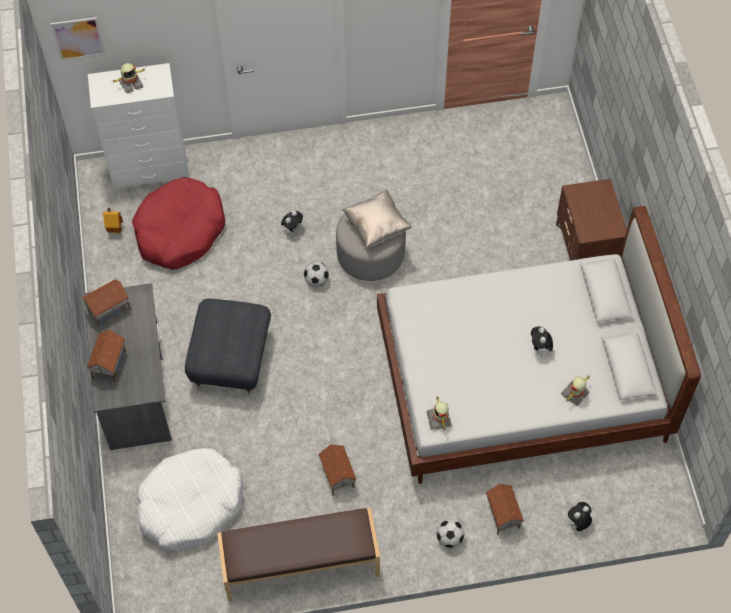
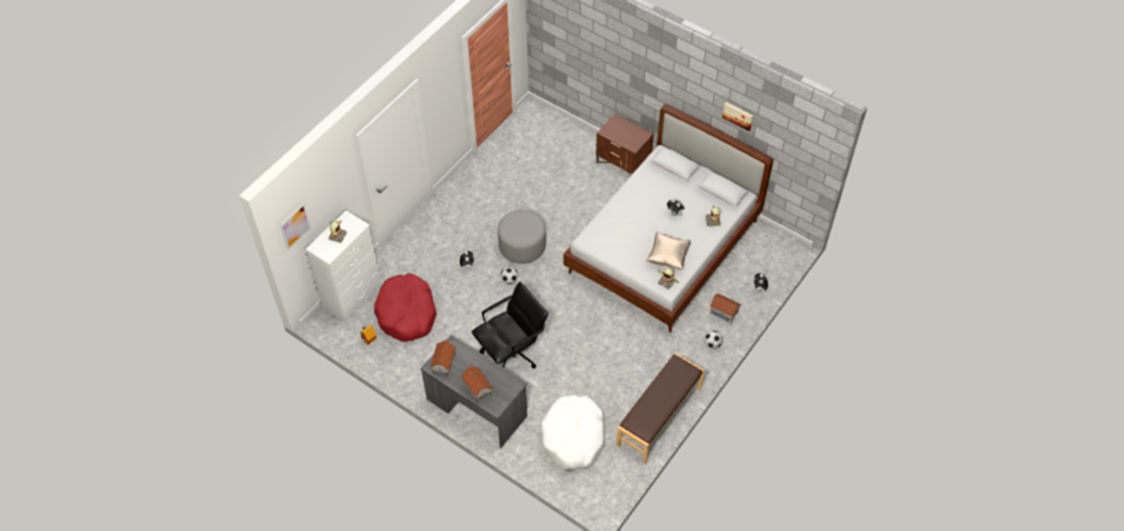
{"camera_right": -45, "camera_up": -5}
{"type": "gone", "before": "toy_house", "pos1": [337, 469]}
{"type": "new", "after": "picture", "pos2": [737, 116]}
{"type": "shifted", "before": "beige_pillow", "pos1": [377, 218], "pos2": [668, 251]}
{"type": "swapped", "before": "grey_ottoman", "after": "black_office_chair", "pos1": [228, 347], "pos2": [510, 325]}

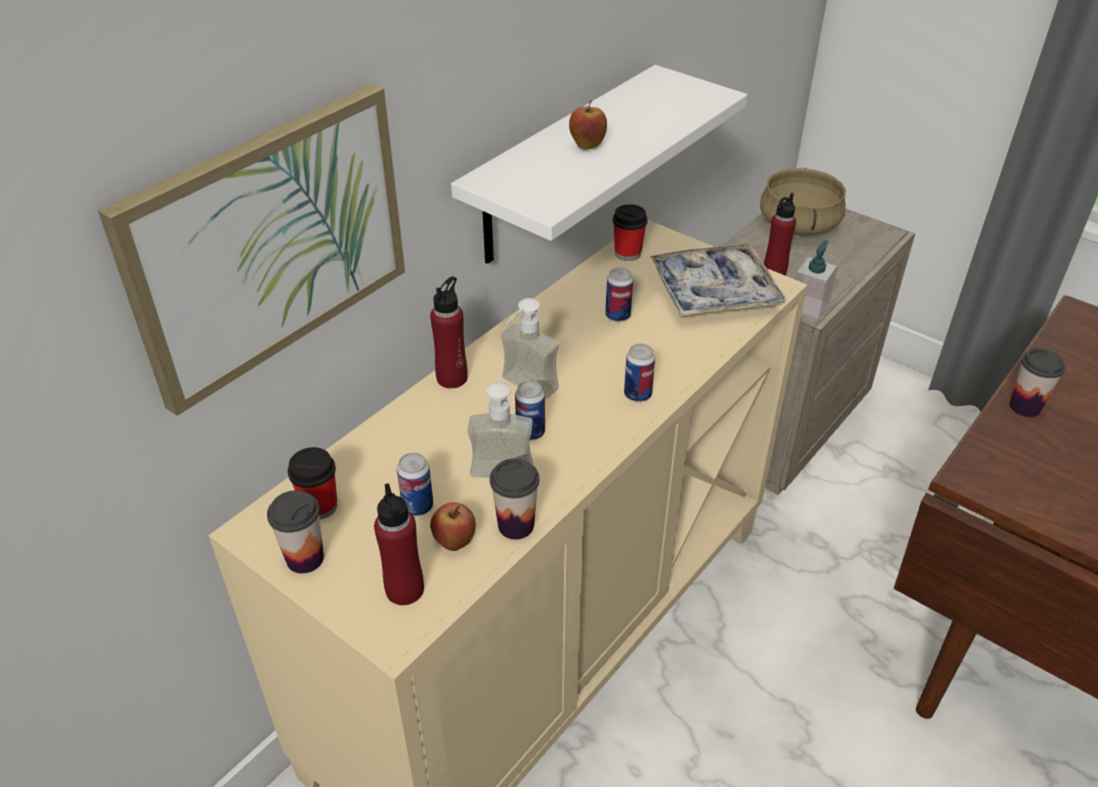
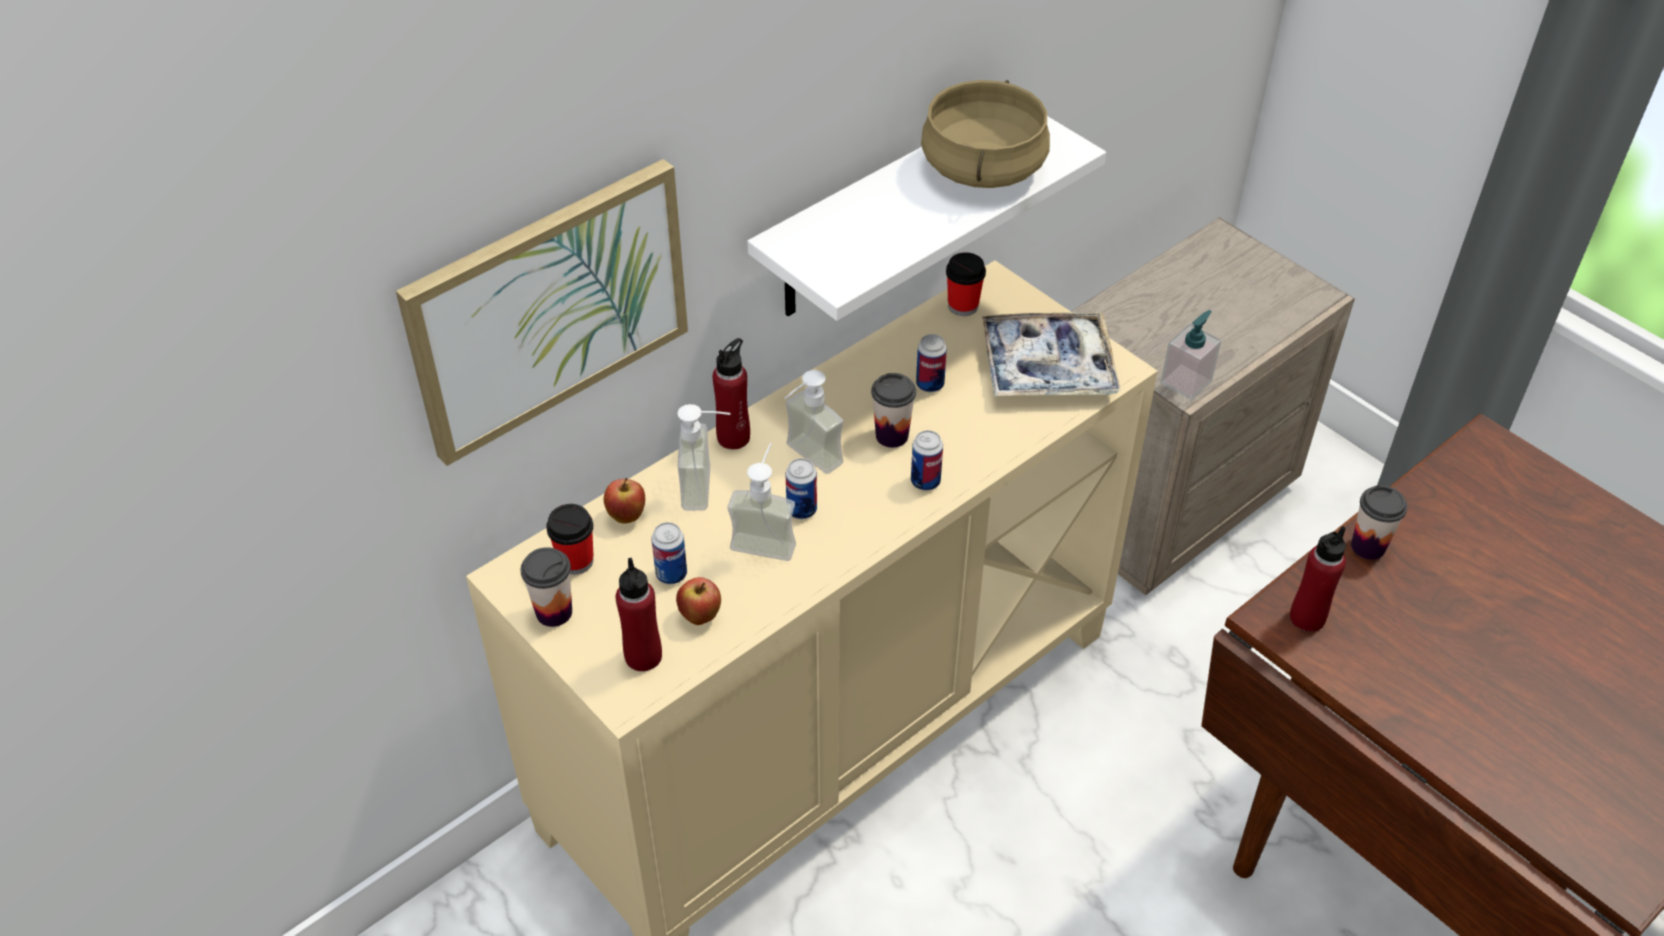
{"camera_right": 10, "camera_up": 5}
{"type": "new", "after": "soap_dispenser", "pos2": [704, 457]}
{"type": "shifted", "before": "cup", "pos1": [515, 499], "pos2": [893, 410]}
{"type": "shifted", "before": "apple", "pos1": [588, 125], "pos2": [624, 501]}
{"type": "shifted", "before": "beige_cooking_pot", "pos1": [803, 202], "pos2": [985, 134]}
{"type": "shifted", "before": "red_bottle", "pos1": [780, 234], "pos2": [1318, 579]}

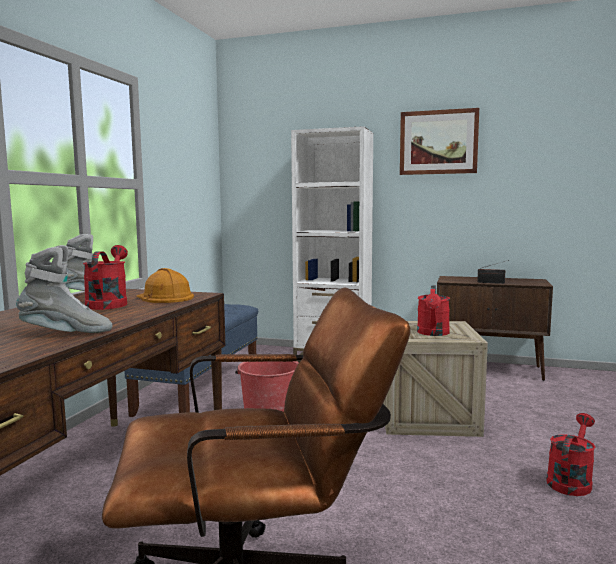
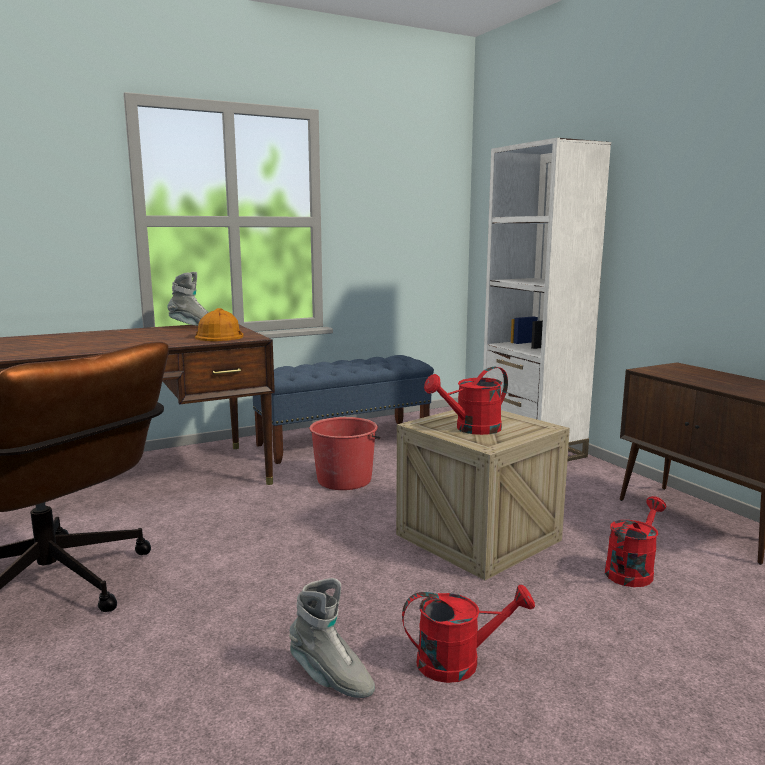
{"camera_right": 45, "camera_up": 5}
{"type": "gone", "before": "picture", "pos1": [439, 141]}
{"type": "gone", "before": "radio", "pos1": [493, 272]}
{"type": "shifted", "before": "grey_boot", "pos1": [64, 289], "pos2": [332, 638]}
{"type": "shifted", "before": "red_watering_can", "pos1": [105, 277], "pos2": [635, 541]}

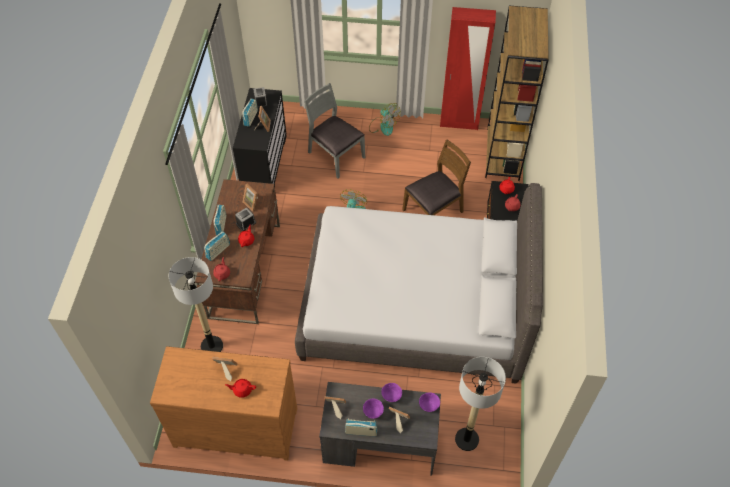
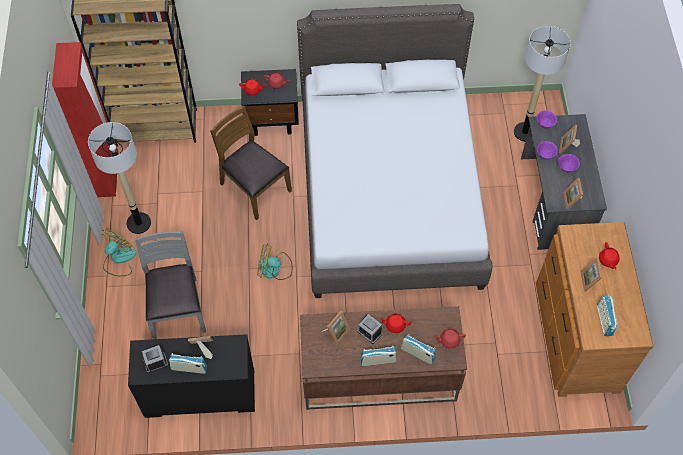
{"camera_right": -100, "camera_up": 5}
{"type": "shifted", "before": "floor_lamp", "pos1": [196, 304], "pos2": [119, 178]}
{"type": "shifted", "before": "radio", "pos1": [361, 427], "pos2": [607, 315]}
{"type": "rotated", "before": "grey_chair", "pos1": [334, 130], "pos2": [170, 285], "turn": 135}

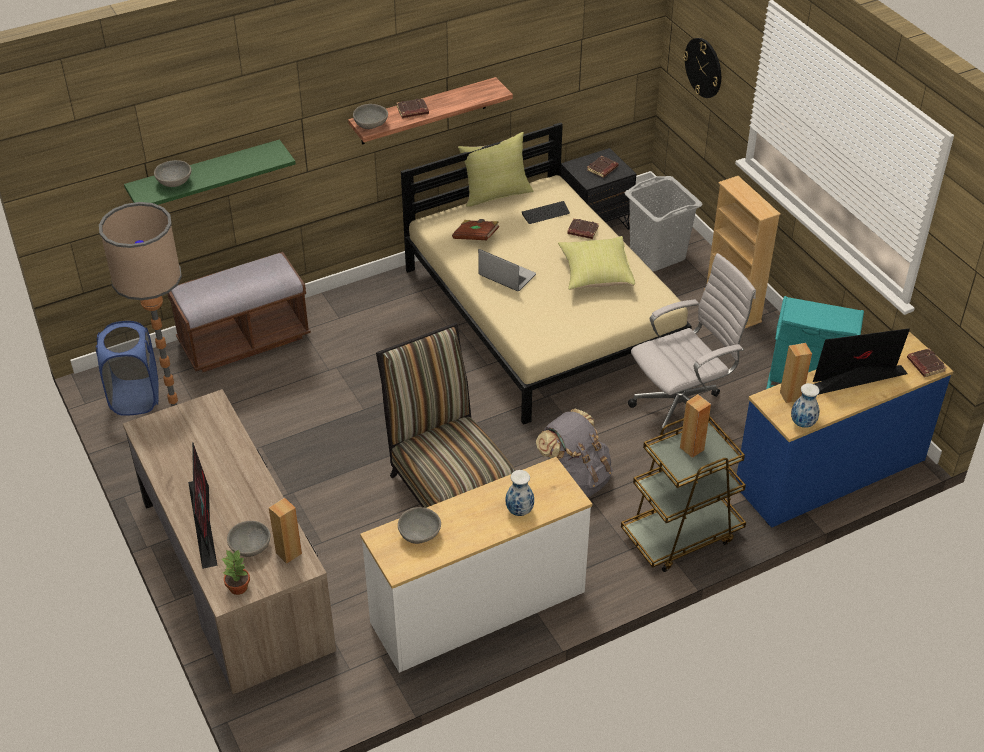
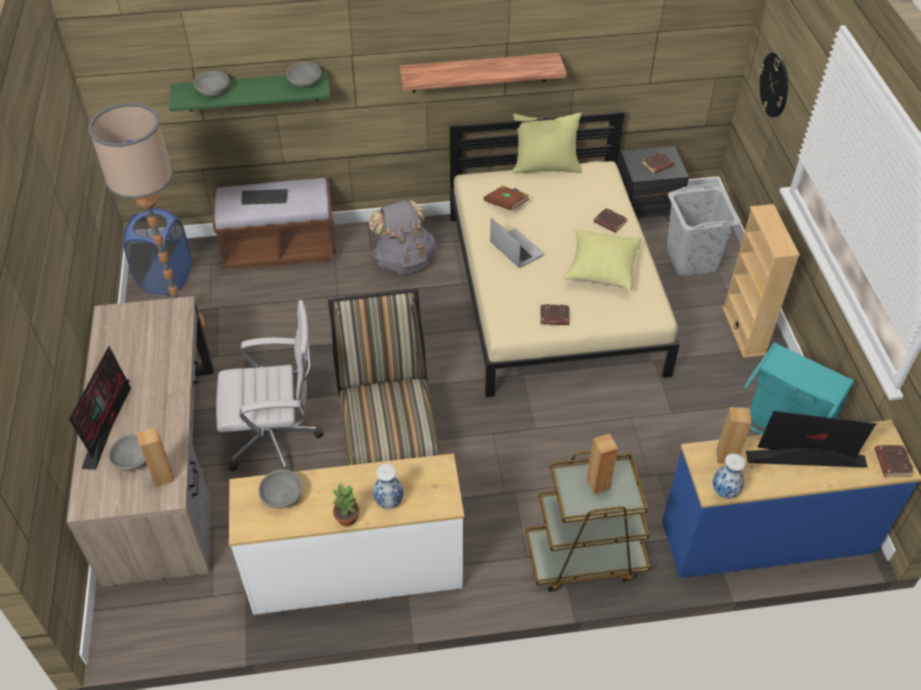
{"camera_right": 20, "camera_up": 5}
{"type": "shifted", "before": "potted_plant", "pos1": [236, 572], "pos2": [345, 504]}
{"type": "shifted", "before": "grey_bowl", "pos1": [370, 116], "pos2": [304, 74]}
{"type": "shifted", "before": "brown_book", "pos1": [413, 108], "pos2": [554, 314]}
{"type": "shifted", "before": "keyboard", "pos1": [546, 212], "pos2": [265, 197]}
{"type": "shifted", "before": "grey_backpack", "pos1": [574, 453], "pos2": [401, 237]}
{"type": "shifted", "before": "white_office_chair", "pos1": [692, 346], "pos2": [270, 386]}

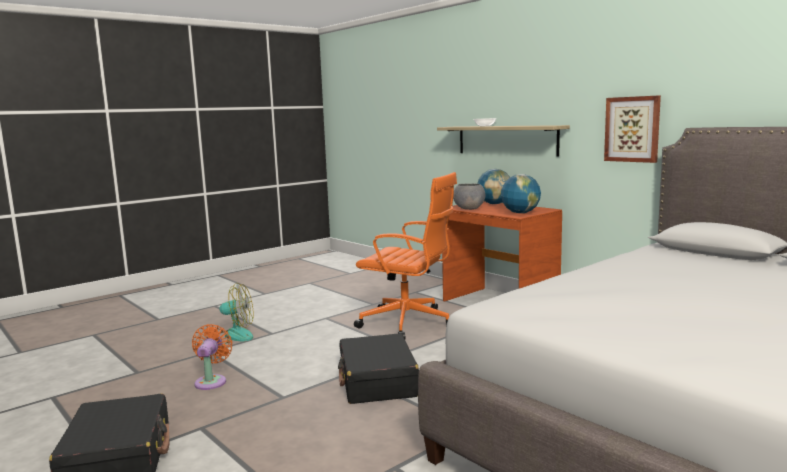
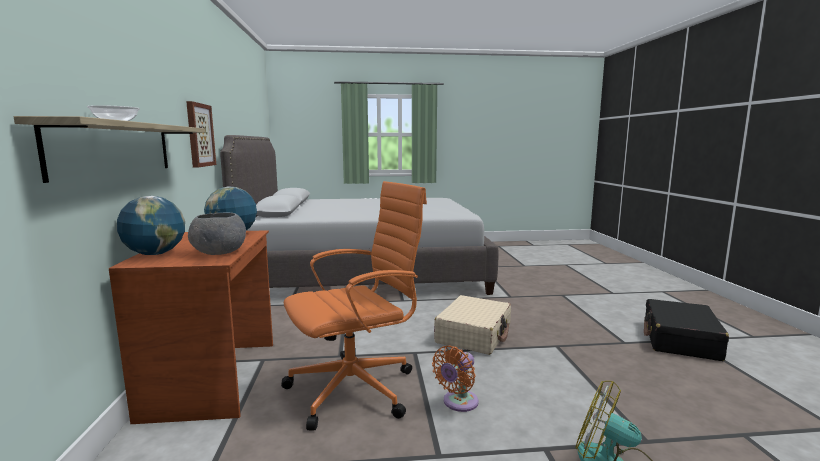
{"camera_right": -145, "camera_up": 0}
{"type": "shifted", "before": "orange_fan", "pos1": [212, 357], "pos2": [455, 378]}
{"type": "repainted", "before": "black_suitcase", "after": "beige_suitcase", "pos1": [378, 368], "pos2": [472, 325]}
{"type": "rotated", "before": "orange_office_chair", "pos1": [405, 255], "pos2": [354, 306], "turn": 90}

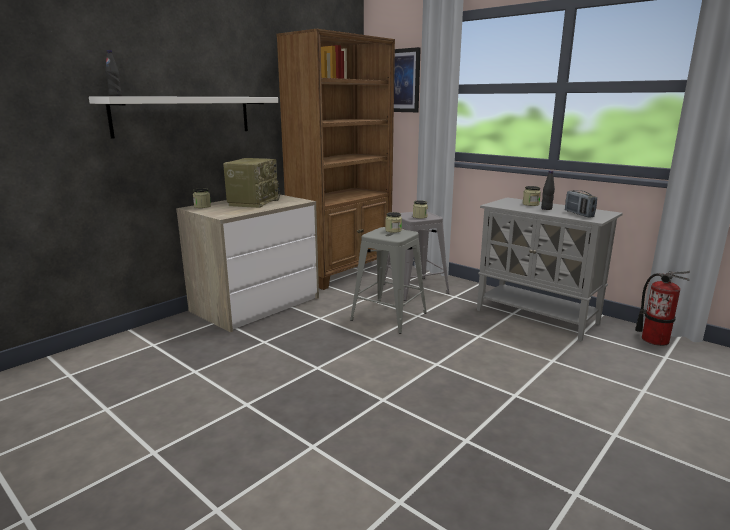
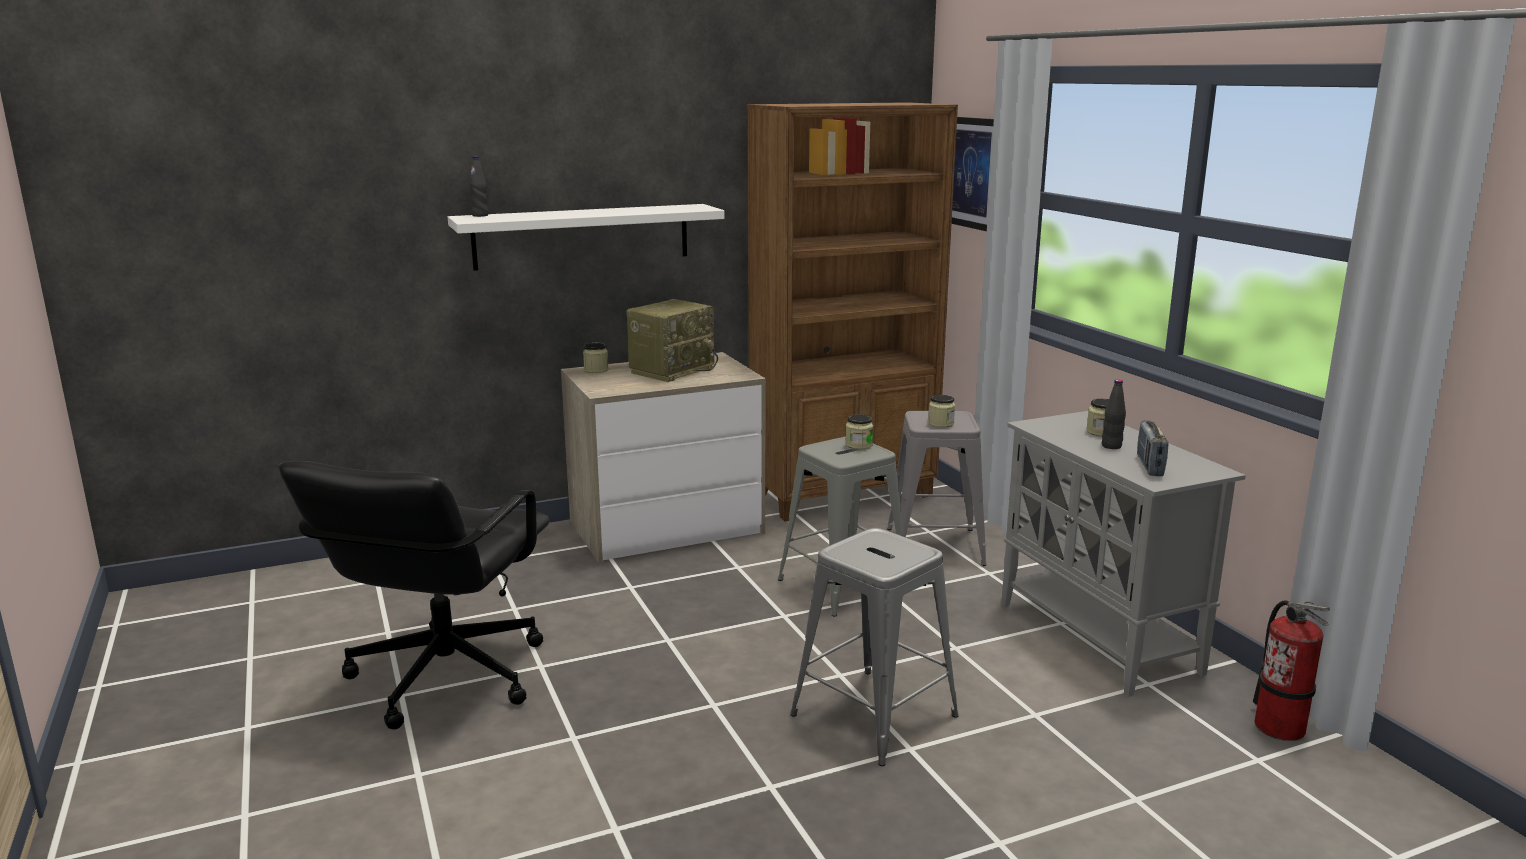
{"camera_right": 25, "camera_up": 0}
{"type": "new", "after": "black_office_chair", "pos2": [414, 595]}
{"type": "new", "after": "grey_stool", "pos2": [874, 647]}

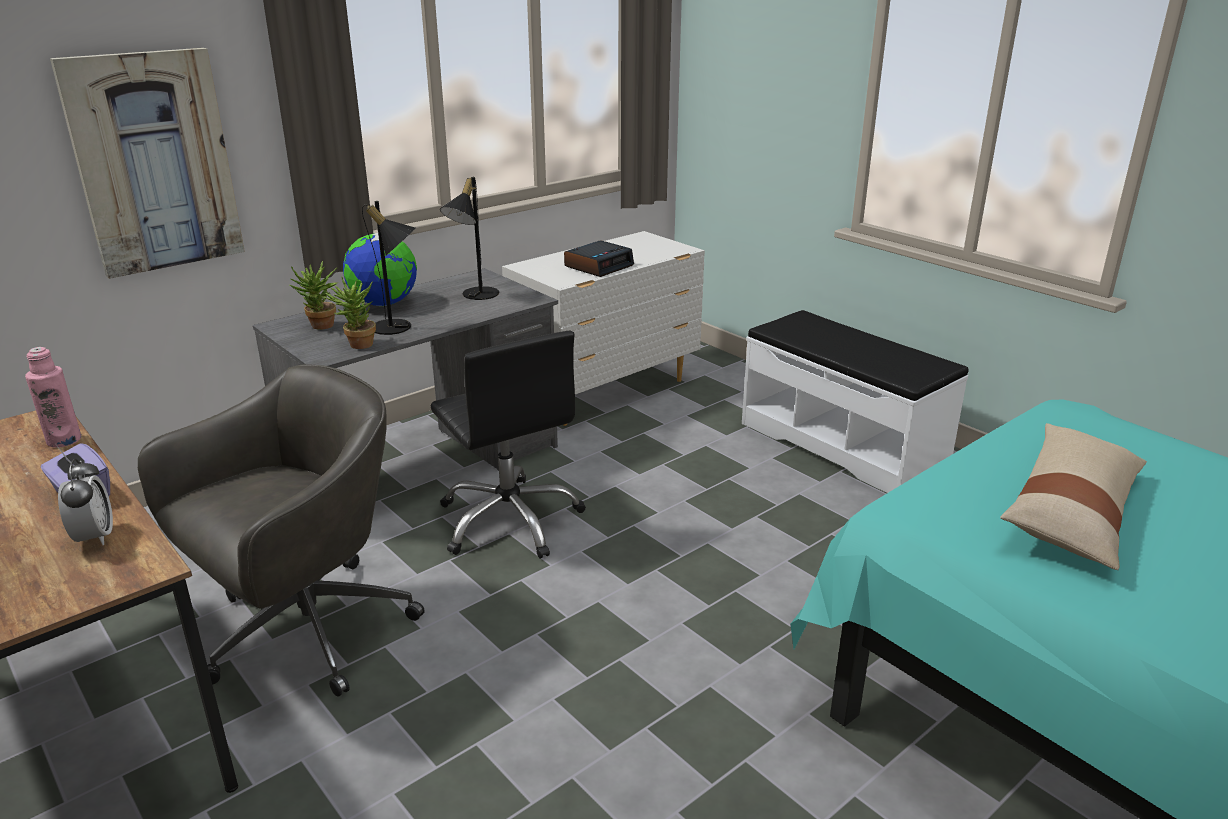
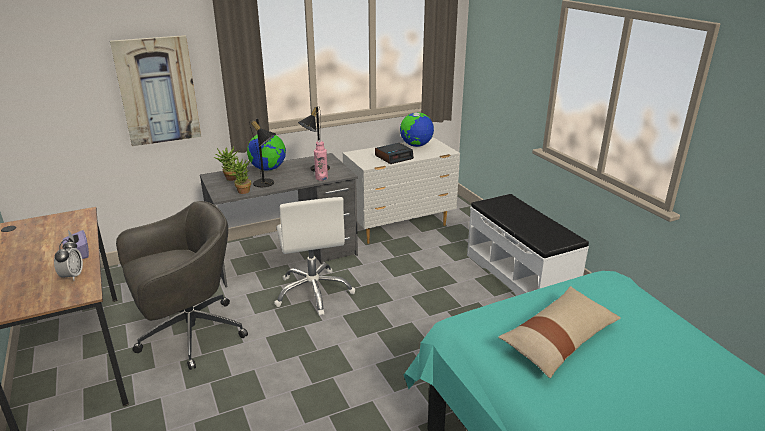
{"camera_right": 15, "camera_up": 0}
{"type": "new", "after": "globe", "pos2": [417, 129]}
{"type": "shifted", "before": "pink_bottle", "pos1": [53, 397], "pos2": [321, 160]}
{"type": "repainted", "before": "black_office_chair", "after": "white_office_chair", "pos1": [508, 445], "pos2": [314, 256]}

